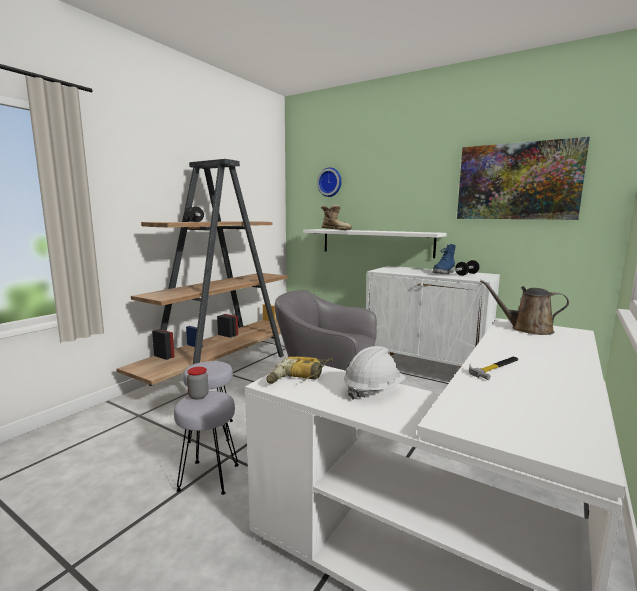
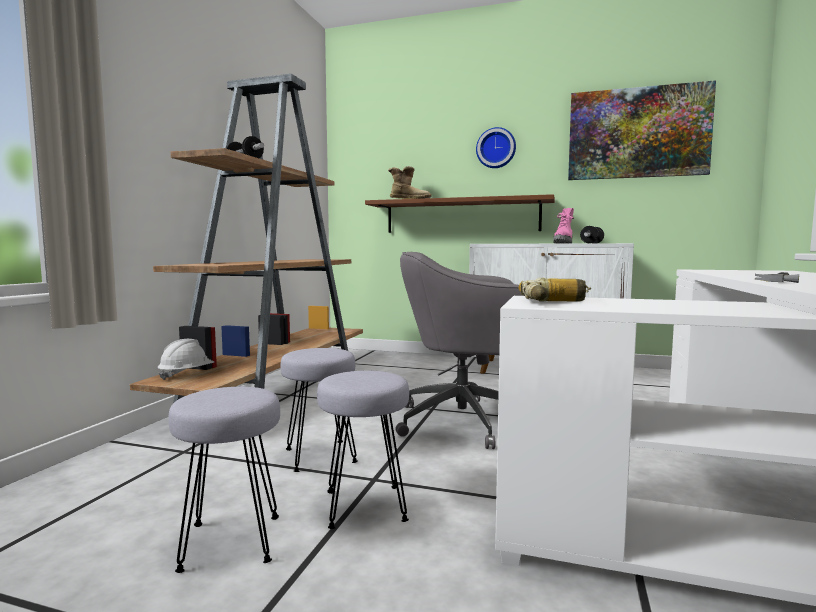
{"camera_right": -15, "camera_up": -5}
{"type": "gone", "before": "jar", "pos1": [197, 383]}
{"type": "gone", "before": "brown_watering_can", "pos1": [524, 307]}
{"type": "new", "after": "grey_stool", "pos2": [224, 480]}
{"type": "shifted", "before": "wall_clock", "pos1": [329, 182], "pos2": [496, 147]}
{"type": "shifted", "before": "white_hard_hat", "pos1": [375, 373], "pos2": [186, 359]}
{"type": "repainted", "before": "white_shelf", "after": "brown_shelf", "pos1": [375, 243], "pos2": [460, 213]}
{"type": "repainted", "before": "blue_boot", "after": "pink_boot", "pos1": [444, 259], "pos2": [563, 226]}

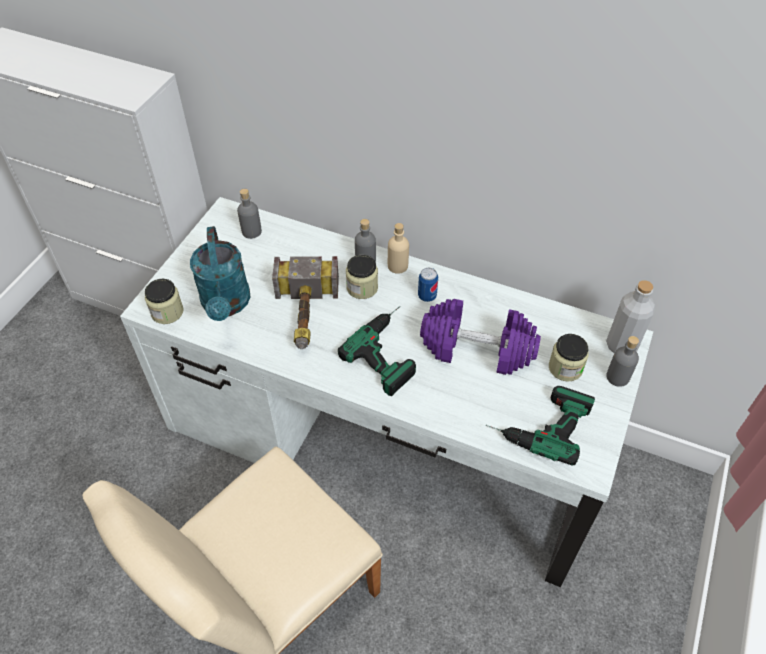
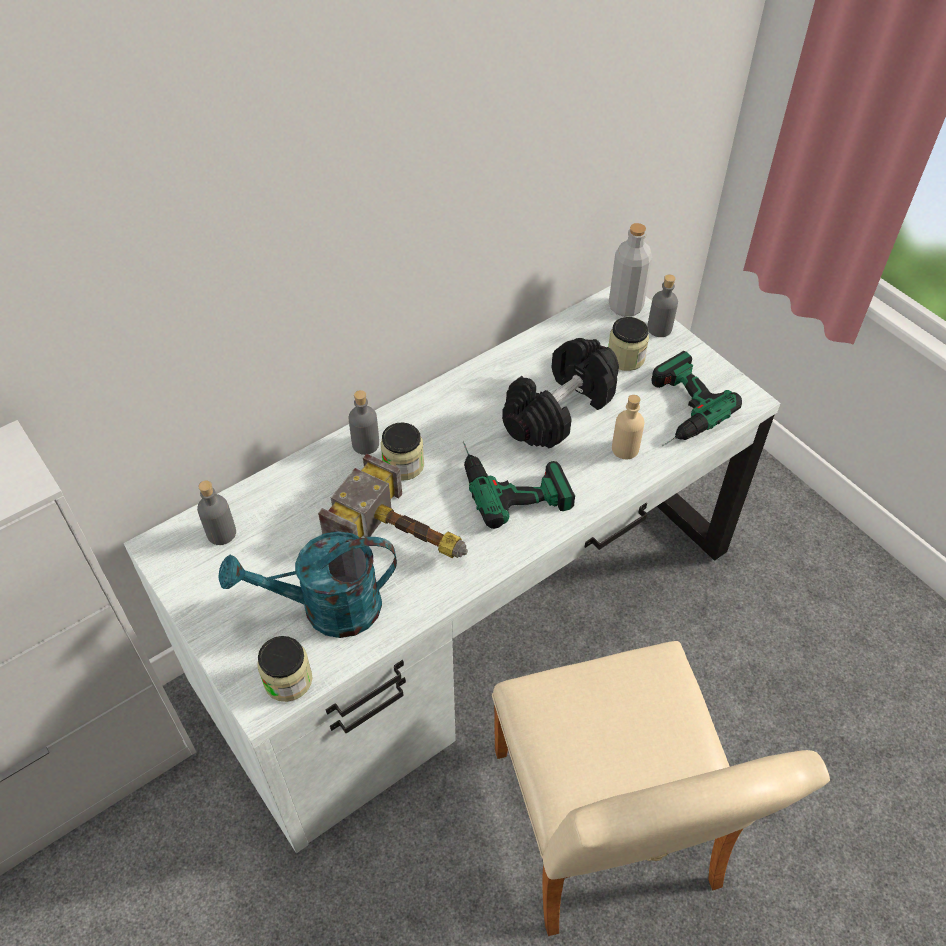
{"camera_right": -60, "camera_up": 0}
{"type": "gone", "before": "can", "pos1": [428, 285]}
{"type": "shifted", "before": "beige_bottle", "pos1": [398, 248], "pos2": [628, 427]}
{"type": "repainted", "before": "purple_dumbbell", "after": "black_dumbbell", "pos1": [480, 337], "pos2": [560, 393]}
{"type": "rotated", "before": "turquoise_watering_can", "pos1": [220, 273], "pos2": [307, 584], "turn": 150}

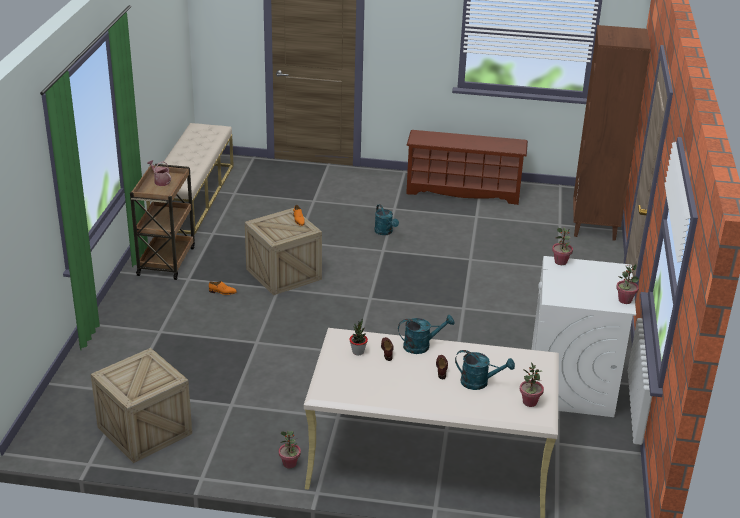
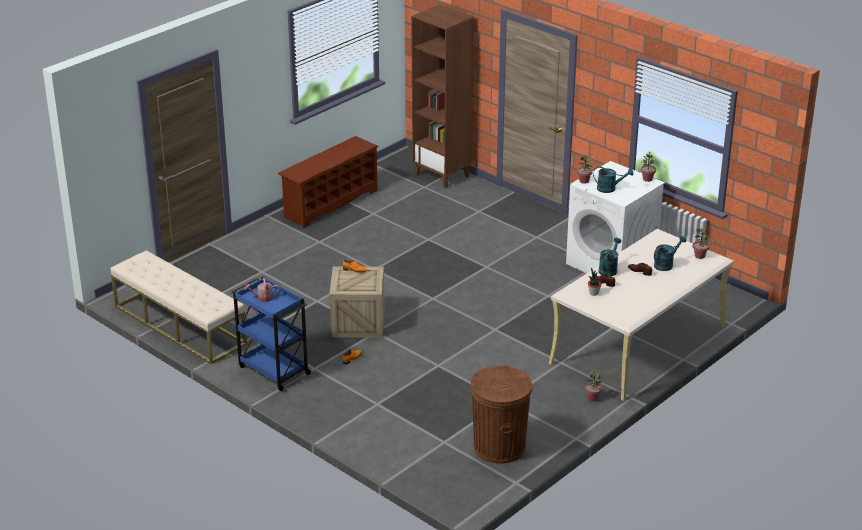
{"camera_right": -55, "camera_up": 0}
{"type": "shifted", "before": "turquoise_watering_can", "pos1": [386, 219], "pos2": [613, 180]}
{"type": "swapped", "before": "crate", "after": "brown_trash_can", "pos1": [141, 405], "pos2": [501, 414]}
{"type": "repainted", "before": "brown_cart", "after": "blue_cart", "pos1": [162, 222], "pos2": [271, 334]}

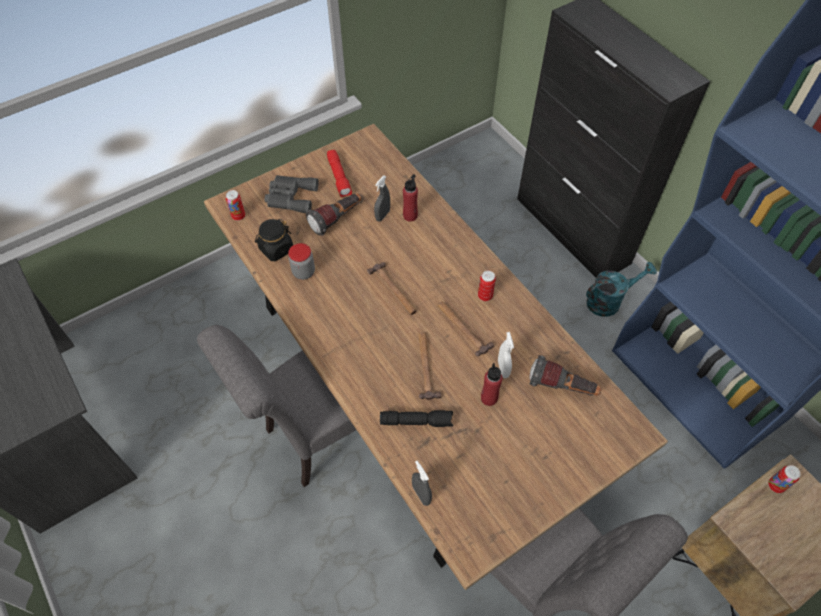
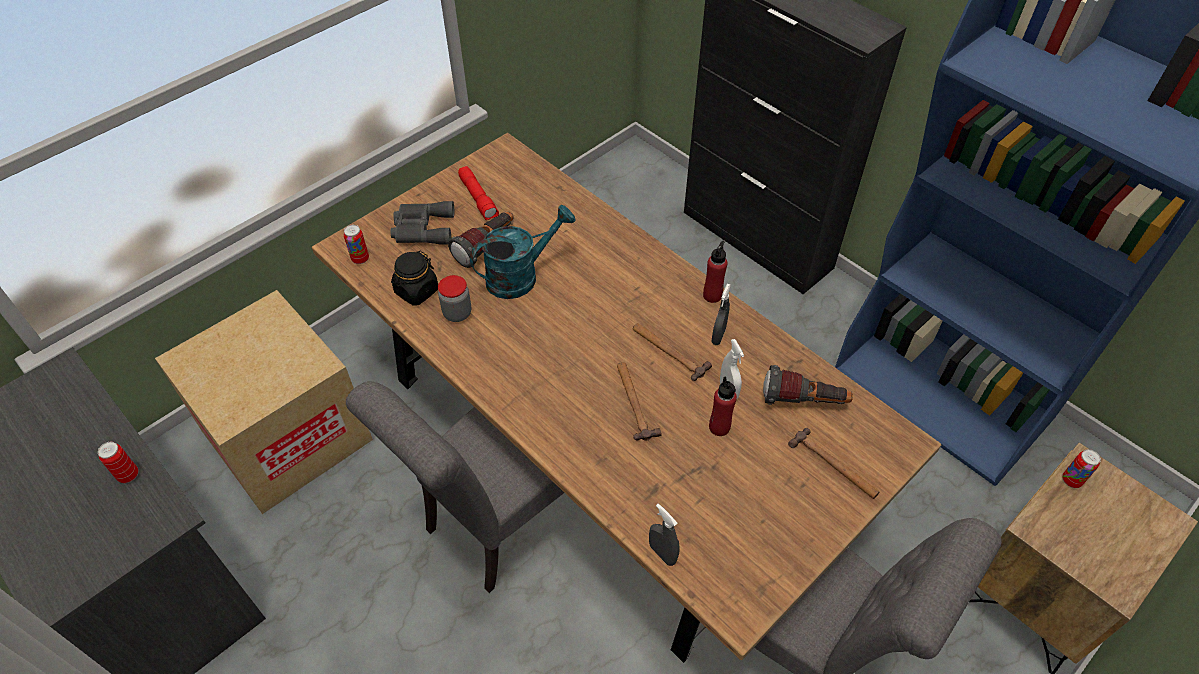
{"camera_right": -10, "camera_up": -5}
{"type": "gone", "before": "black_flashlight", "pos1": [416, 418]}
{"type": "new", "after": "cardboard_box", "pos2": [264, 402]}
{"type": "shifted", "before": "hammer", "pos1": [392, 288], "pos2": [833, 463]}
{"type": "shifted", "before": "grey_spray_bottle", "pos1": [382, 199], "pos2": [721, 314]}
{"type": "shifted", "before": "red_bottle", "pos1": [410, 198], "pos2": [715, 271]}
{"type": "shifted", "before": "can", "pos1": [487, 286], "pos2": [118, 462]}
{"type": "shifted", "before": "turquoise_watering_can", "pos1": [621, 289], "pos2": [523, 252]}

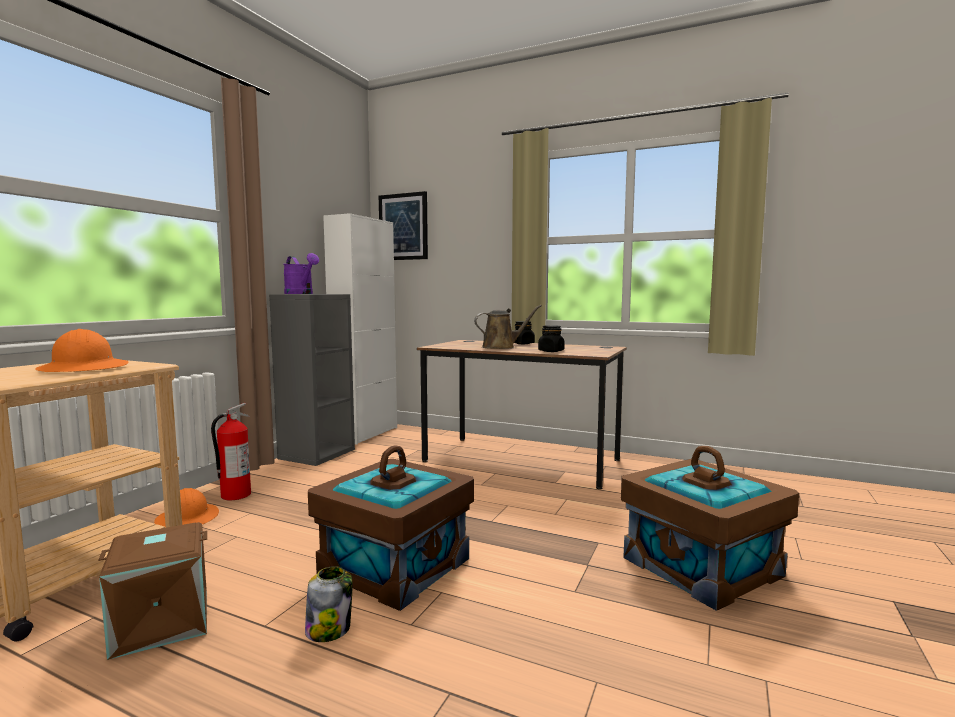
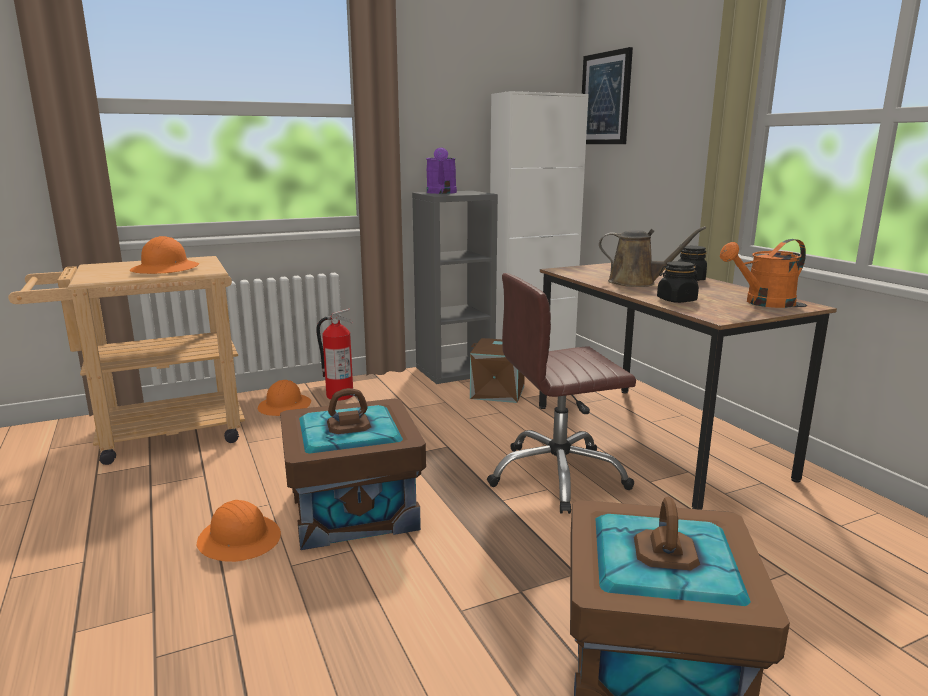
{"camera_right": 40, "camera_up": 10}
{"type": "new", "after": "brown_office_chair", "pos2": [561, 393]}
{"type": "new", "after": "orange_watering_can", "pos2": [763, 273]}
{"type": "shifted", "before": "brown_storage_box", "pos1": [152, 591], "pos2": [497, 370]}
{"type": "swapped", "before": "jar", "after": "orange_hard_hat", "pos1": [329, 604], "pos2": [239, 531]}

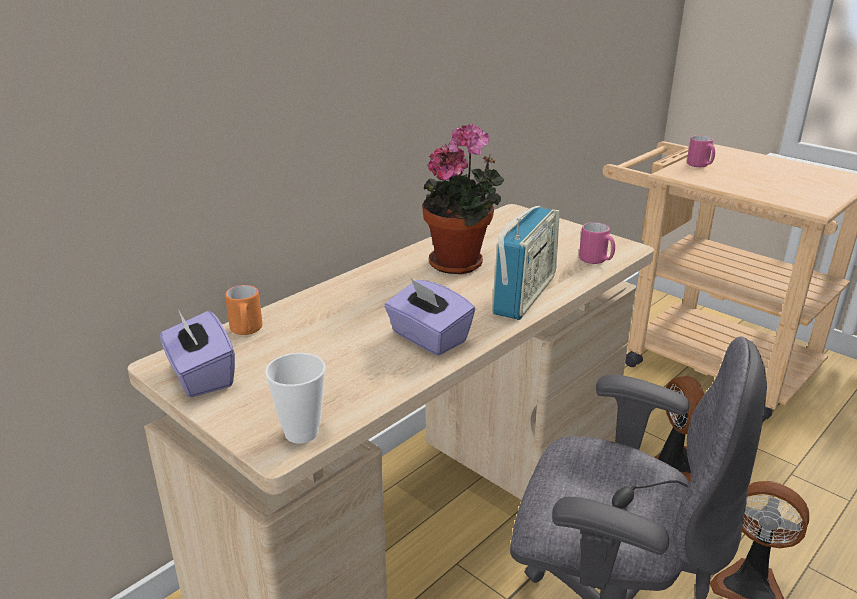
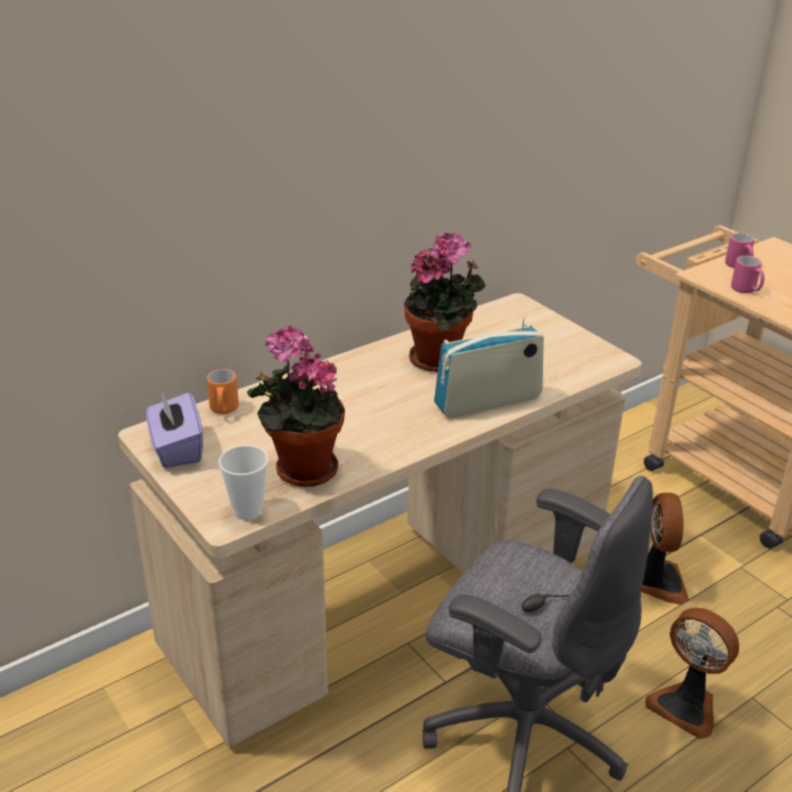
{"camera_right": 10, "camera_up": 5}
{"type": "gone", "before": "purple_tissue_box", "pos1": [429, 317]}
{"type": "new", "after": "potted_plant", "pos2": [296, 406]}
{"type": "shifted", "before": "pink_mug", "pos1": [597, 243], "pos2": [747, 274]}
{"type": "rotated", "before": "radio", "pos1": [526, 263], "pos2": [489, 367], "turn": -150}

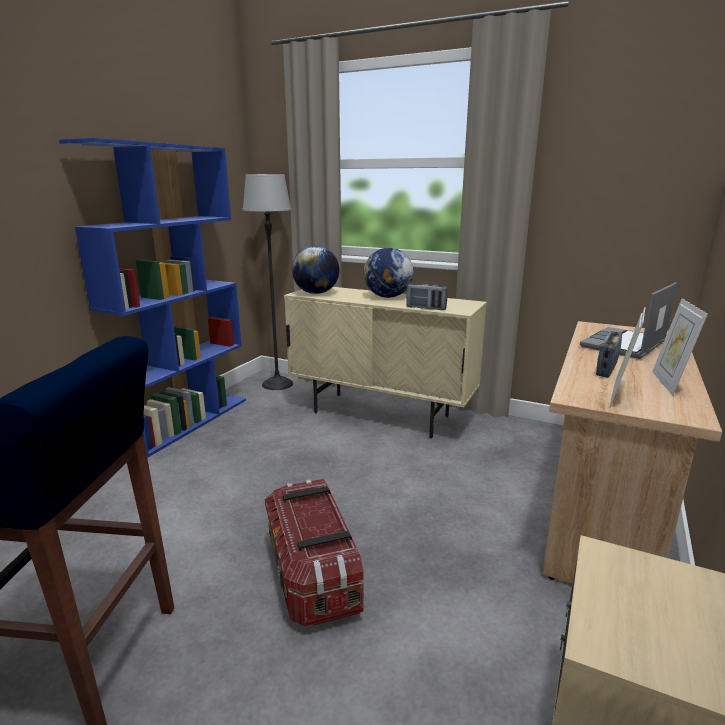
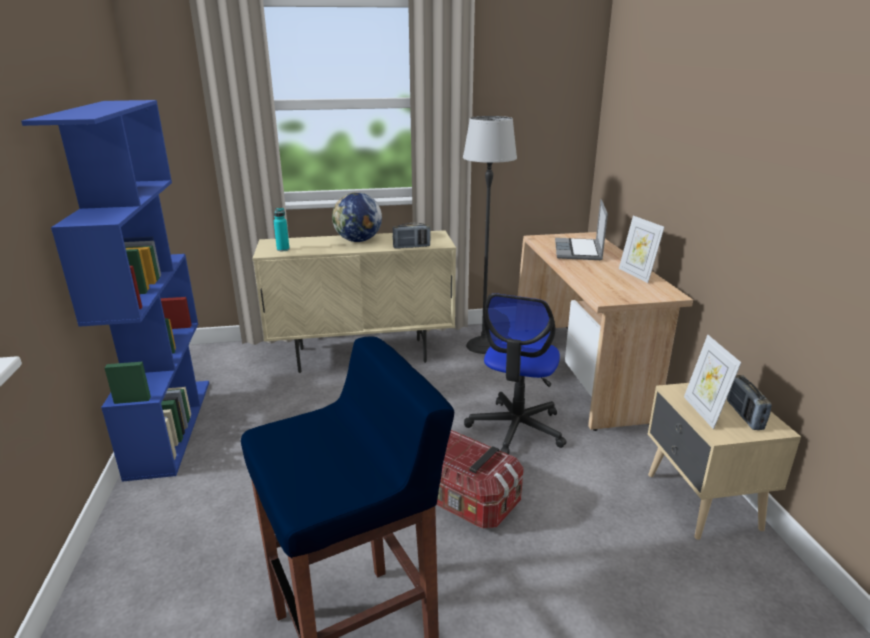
{"camera_right": -35, "camera_up": 5}
{"type": "new", "after": "office_chair", "pos2": [515, 373]}
{"type": "shifted", "before": "floor_lamp", "pos1": [268, 282], "pos2": [490, 235]}
{"type": "shifted", "before": "radio", "pos1": [609, 354], "pos2": [749, 402]}
{"type": "shifted", "before": "picture_frame", "pos1": [627, 357], "pos2": [713, 382]}
{"type": "swapped", "before": "globe", "after": "turquoise_bottle", "pos1": [316, 270], "pos2": [282, 229]}

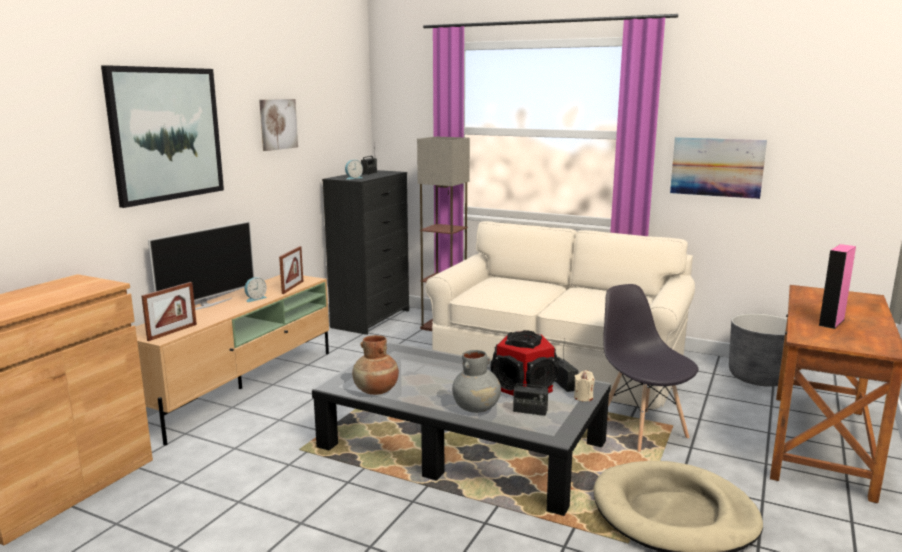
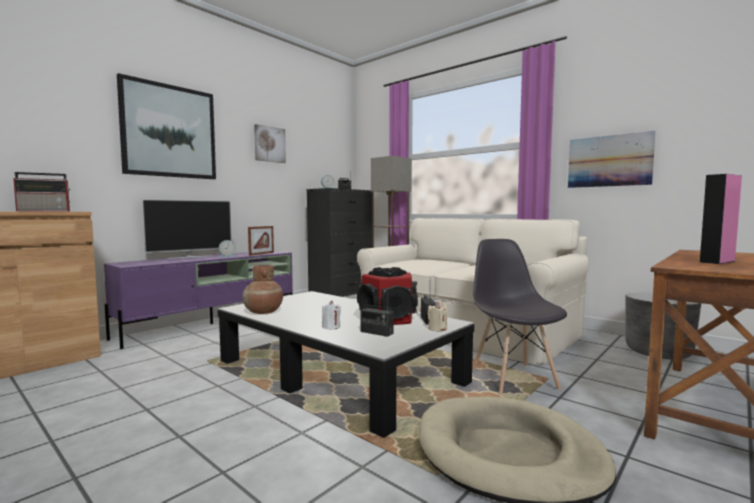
{"camera_right": 15, "camera_up": -10}
{"type": "gone", "before": "picture_frame", "pos1": [169, 311]}
{"type": "new", "after": "radio", "pos2": [42, 191]}
{"type": "swapped", "before": "grey_vase", "after": "white_candle", "pos1": [476, 381], "pos2": [331, 315]}
{"type": "repainted", "before": "beige_tv_stand", "after": "purple_tv_stand", "pos1": [232, 360], "pos2": [198, 300]}

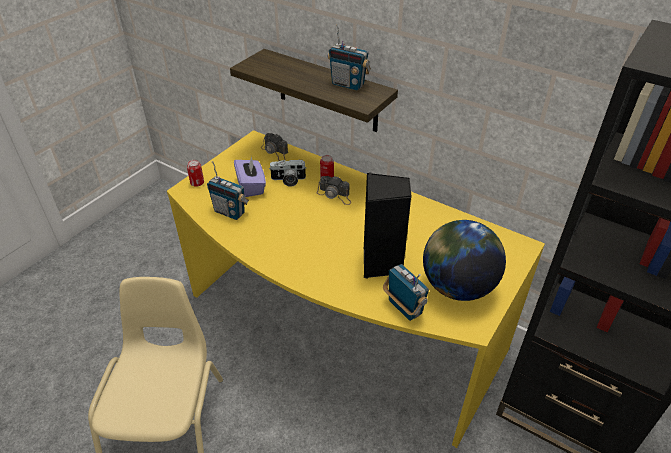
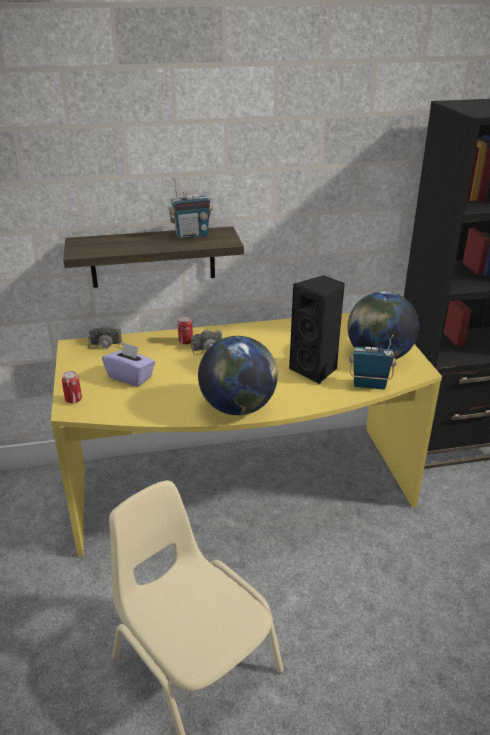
{"camera_right": -45, "camera_up": -10}
{"type": "gone", "before": "radio", "pos1": [228, 190]}
{"type": "gone", "before": "photo_camera", "pos1": [288, 173]}
{"type": "new", "after": "globe", "pos2": [238, 375]}

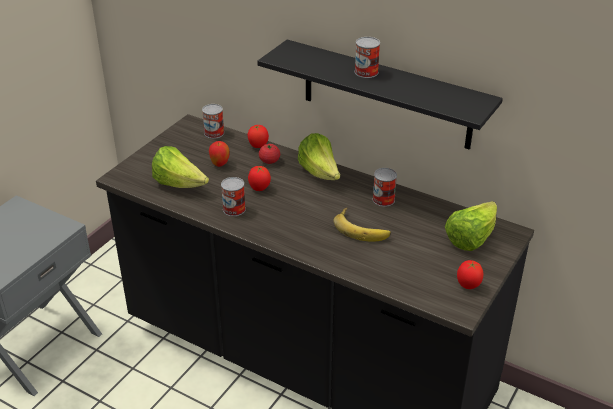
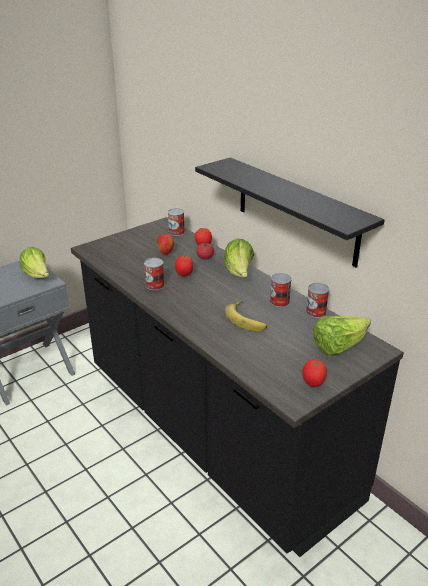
{"camera_right": 20, "camera_up": -5}
{"type": "shifted", "before": "lettuce", "pos1": [180, 167], "pos2": [34, 262]}
{"type": "shifted", "before": "can", "pos1": [367, 57], "pos2": [317, 300]}

